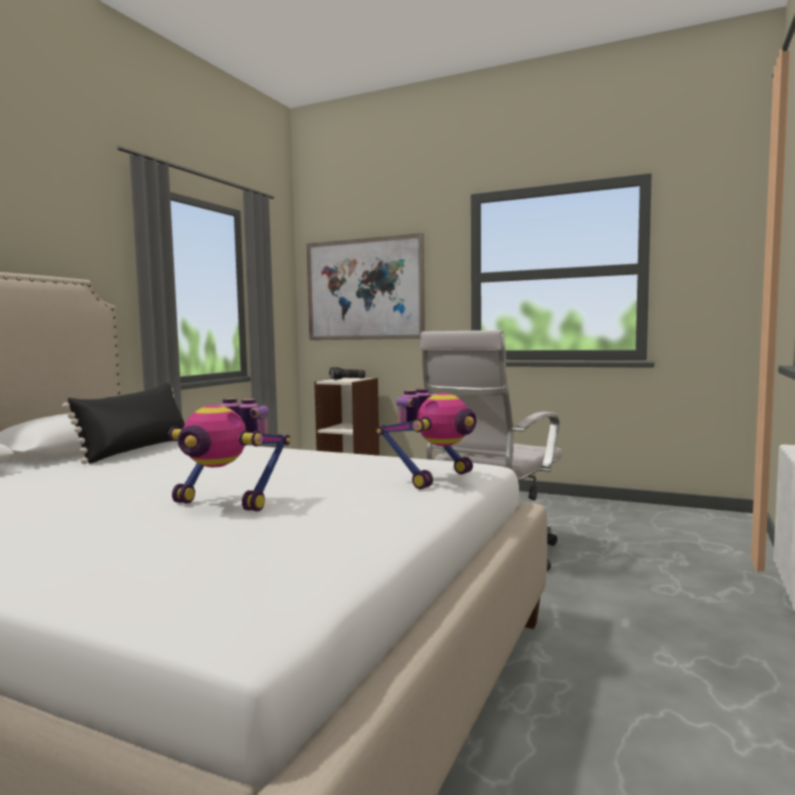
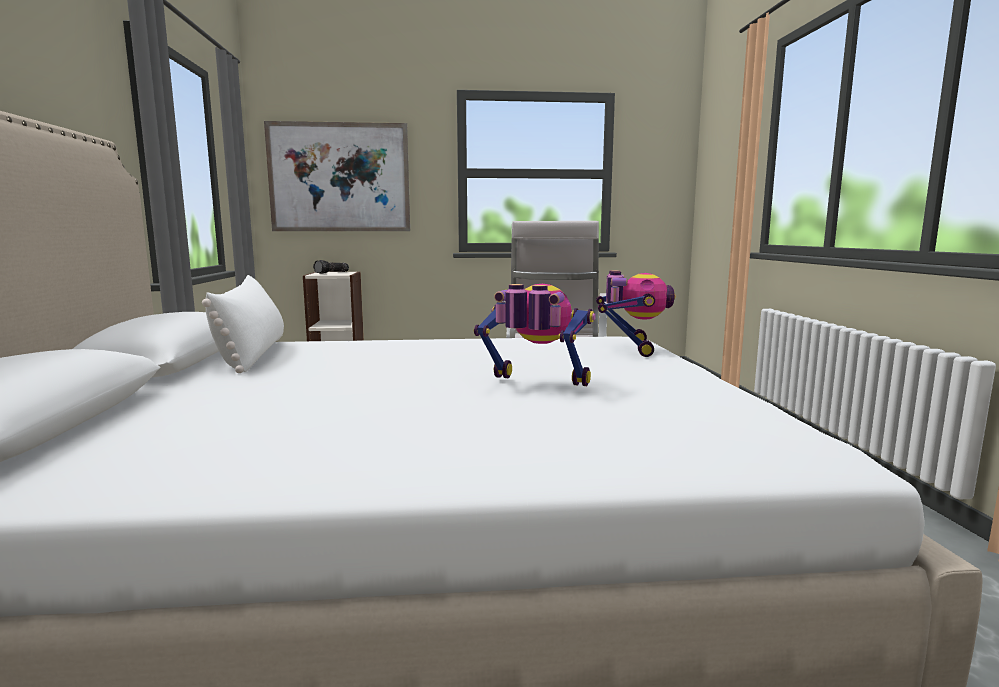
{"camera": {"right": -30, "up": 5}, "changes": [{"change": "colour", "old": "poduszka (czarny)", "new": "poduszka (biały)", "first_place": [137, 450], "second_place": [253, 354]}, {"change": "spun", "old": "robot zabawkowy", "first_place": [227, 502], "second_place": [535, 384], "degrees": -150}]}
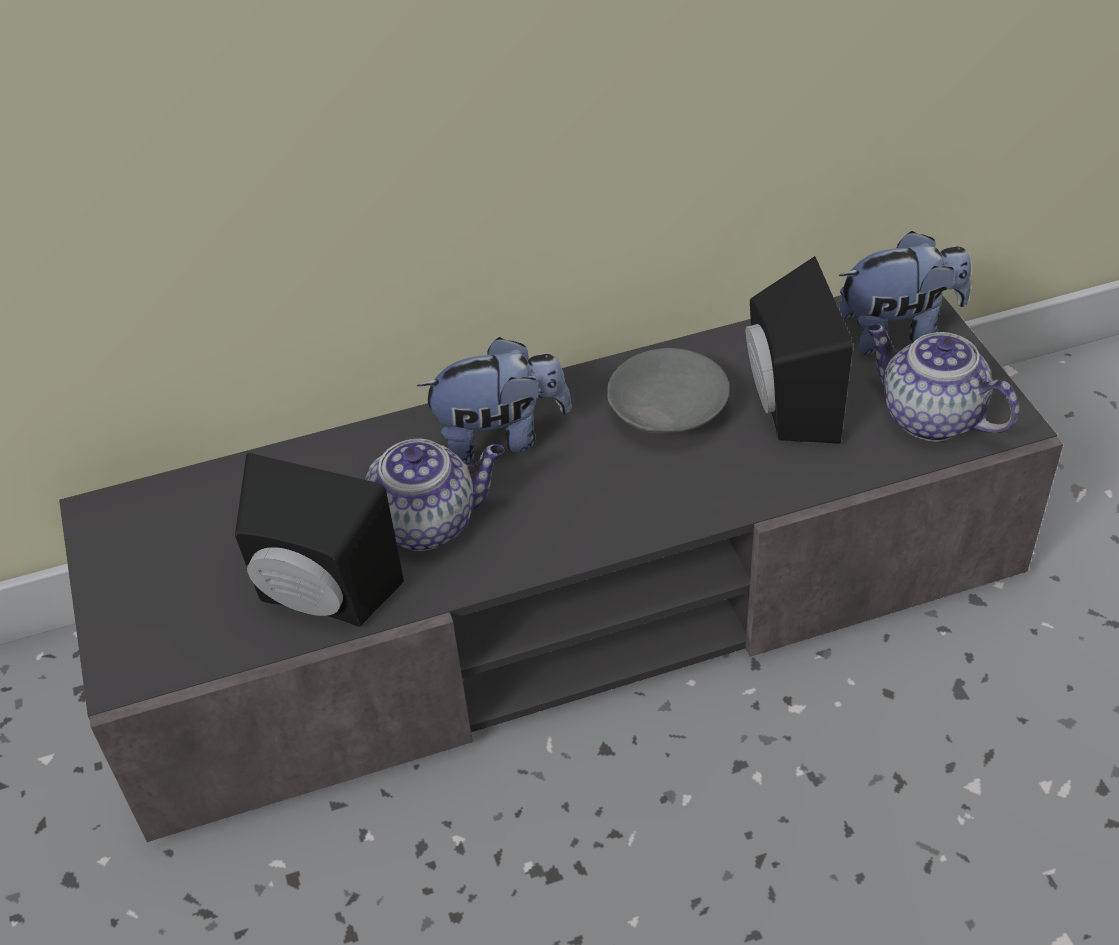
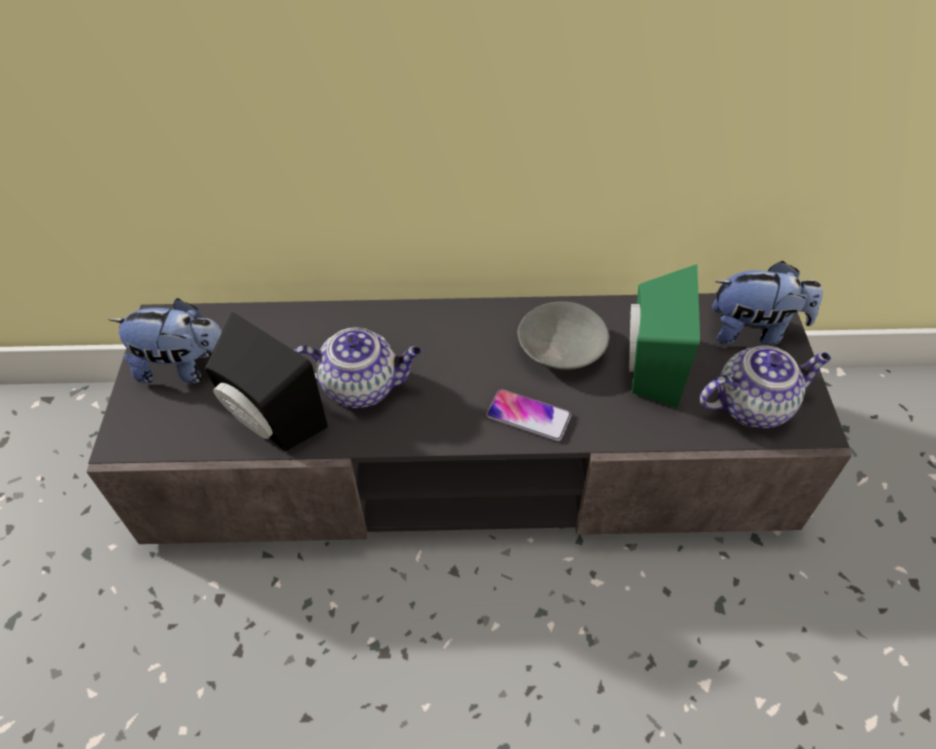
{"camera": {"right": 15, "up": 5}, "changes": [{"change": "relocated", "old": "pluszak", "first_place": [500, 438], "second_place": [185, 368]}, {"change": "appeared", "new": "telefon", "second_place": [528, 416]}, {"change": "colour", "old": "głośnik (czarny)", "new": "głośnik (zielony)", "first_place": [785, 405], "second_place": [647, 367]}, {"change": "spun", "old": "imbryk", "first_place": [929, 416], "second_place": [753, 405], "degrees": 105}]}
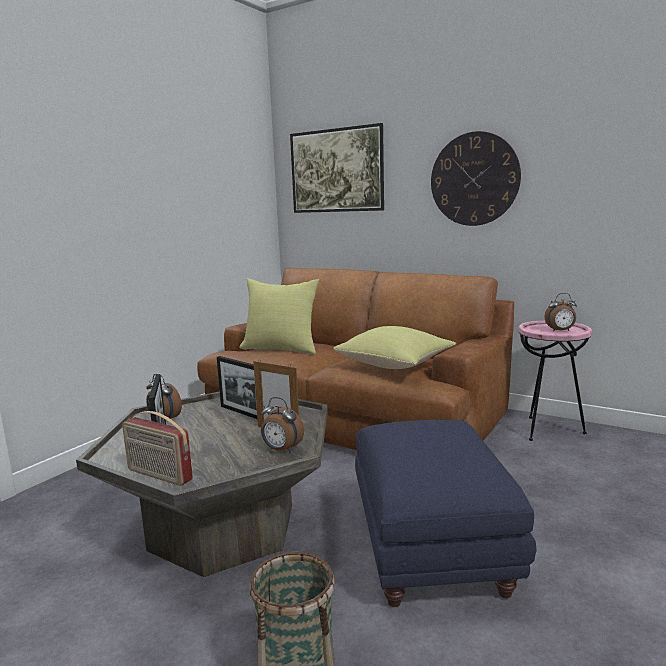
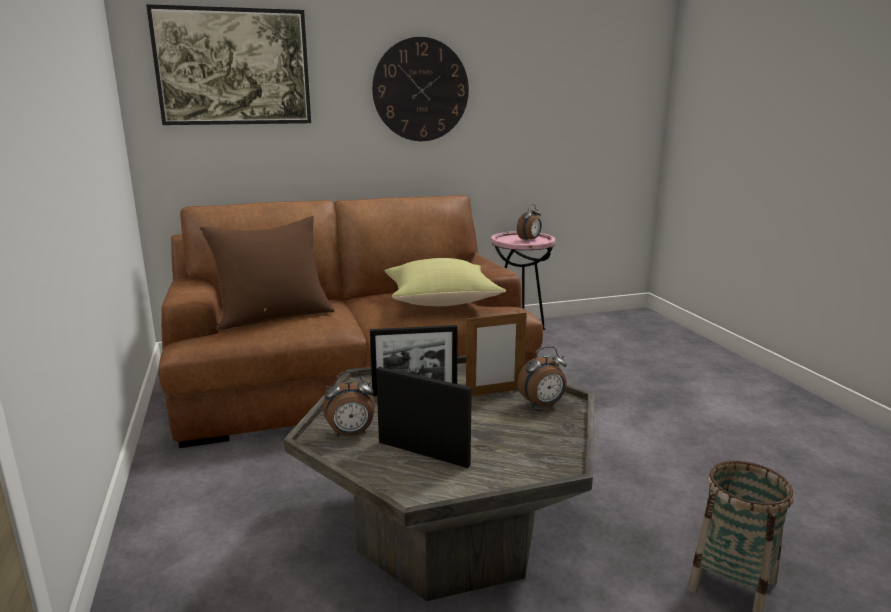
{"camera": {"right": -50, "up": 5}, "changes": [{"change": "colour", "old": "poduszka (żółty)", "new": "poduszka (brązowy)", "first_place": [281, 348], "second_place": [274, 316]}, {"change": "missing", "old": "radio", "first_place": [158, 475]}, {"change": "missing", "old": "pufa (niebieski)", "first_place": [432, 551]}]}
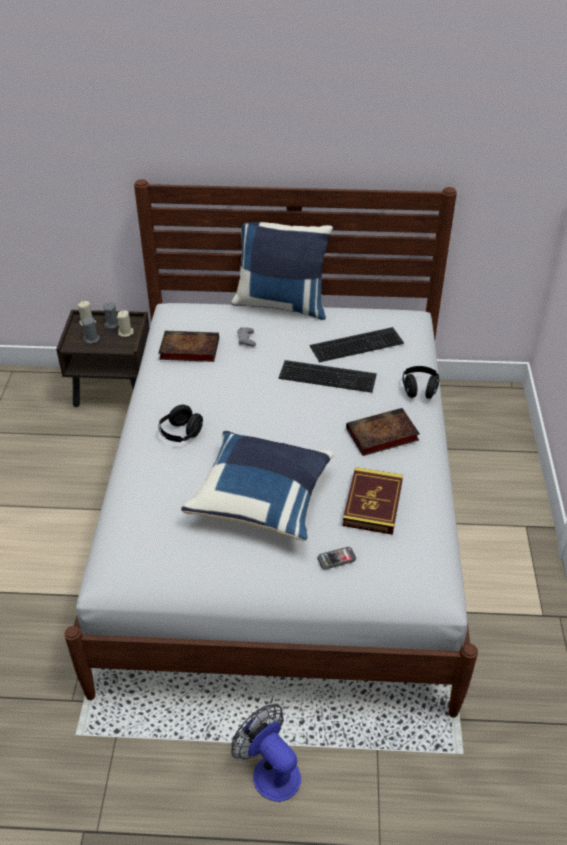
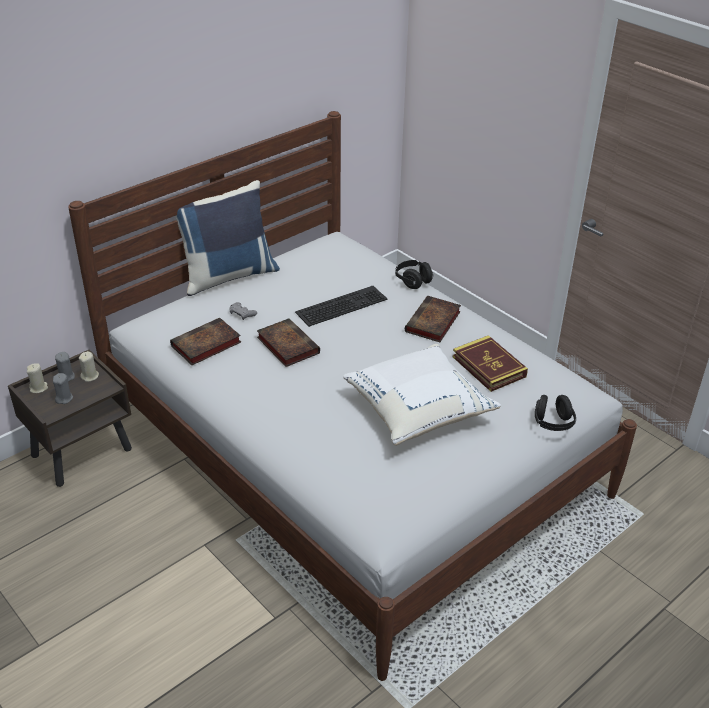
{"camera": {"right": -45, "up": -5}, "changes": [{"change": "appeared", "new": "książka", "second_place": [286, 345]}, {"change": "colour", "old": "poduszka (niebieski)", "new": "poduszka (biały)", "first_place": [262, 499], "second_place": [417, 410]}, {"change": "relocated", "old": "słuchawki (czarny)", "first_place": [181, 434], "second_place": [552, 423]}, {"change": "missing", "old": "wentylator", "first_place": [270, 770]}, {"change": "missing", "old": "klawiatura", "first_place": [357, 343]}, {"change": "missing", "old": "telefon", "first_place": [336, 559]}]}
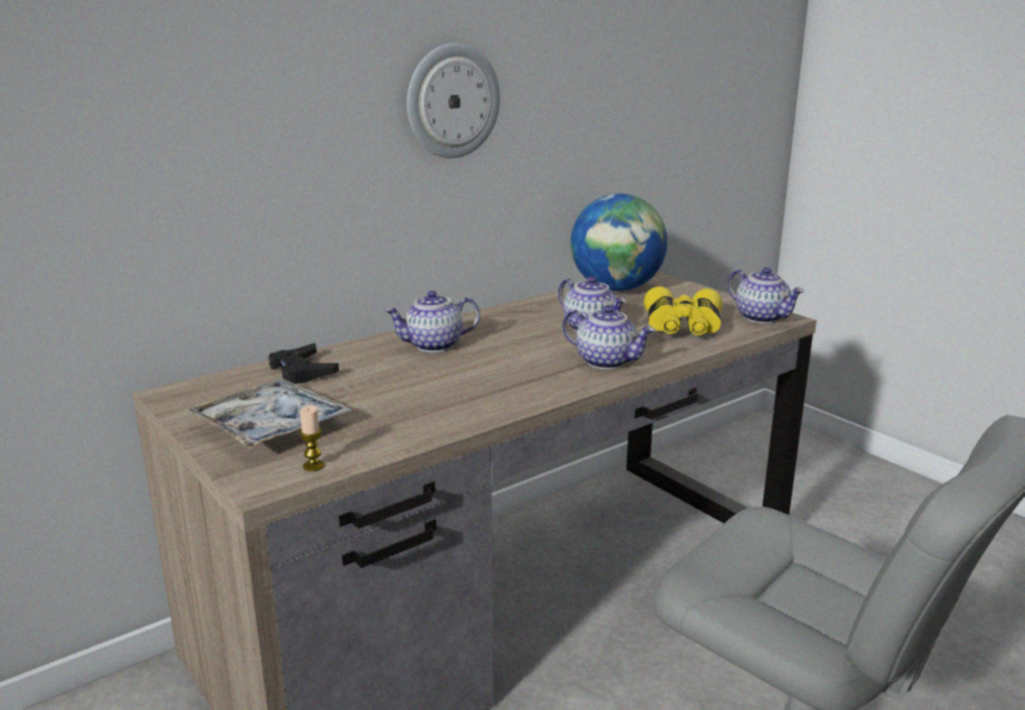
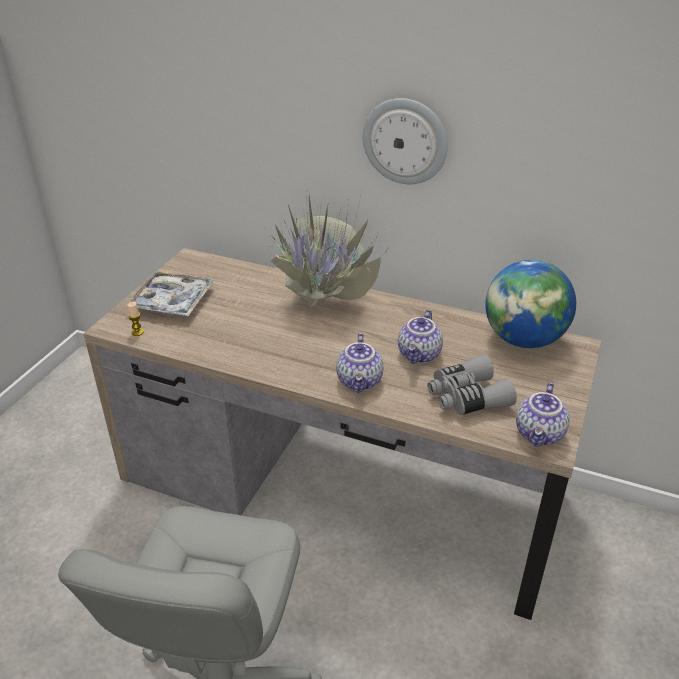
{"camera": {"right": 60, "up": 15}, "changes": [{"change": "exchanged", "old": "imbryk", "new": "roślina doniczkowa", "first_place": [434, 346], "second_place": [323, 305]}, {"change": "colour", "old": "lornetka (żółty)", "new": "lornetka (szary)", "first_place": [682, 328], "second_place": [466, 397]}, {"change": "missing", "old": "pad do gier (czarny)", "first_place": [302, 371]}]}
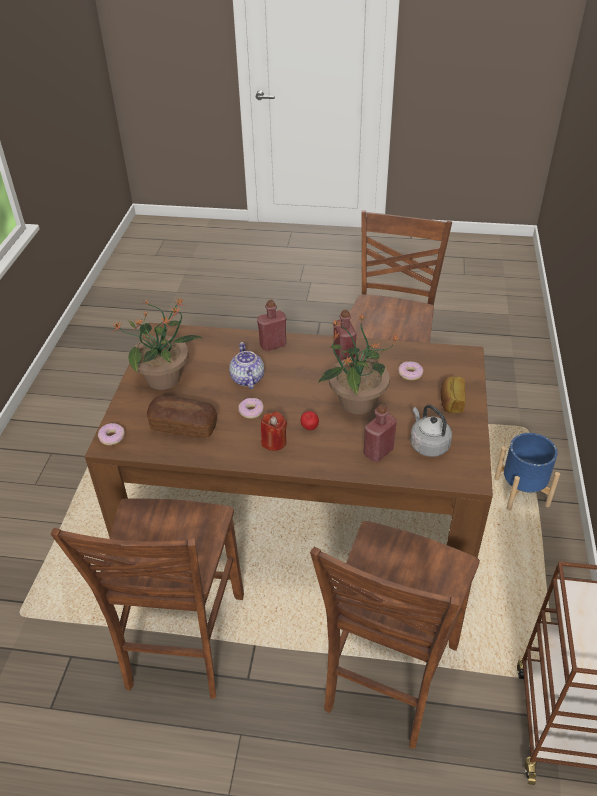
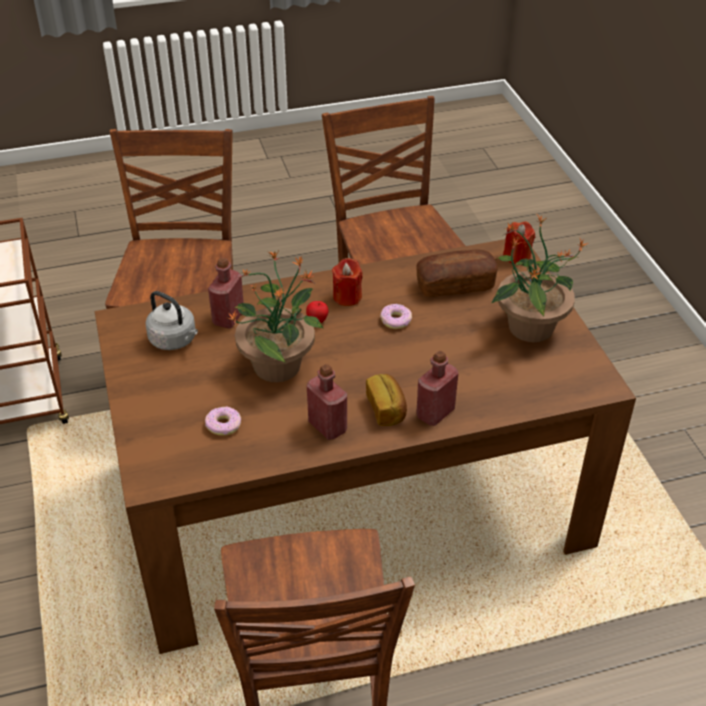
{"camera": {"right": 155, "up": 0}, "changes": [{"change": "relocated", "old": "chleb", "first_place": [451, 402], "second_place": [387, 409]}, {"change": "exchanged", "old": "donut", "new": "świeca (czerwony)", "first_place": [112, 437], "second_place": [517, 256]}, {"change": "missing", "old": "imbryk", "first_place": [247, 379]}, {"change": "missing", "old": "donica (niebieski)", "first_place": [521, 492]}]}
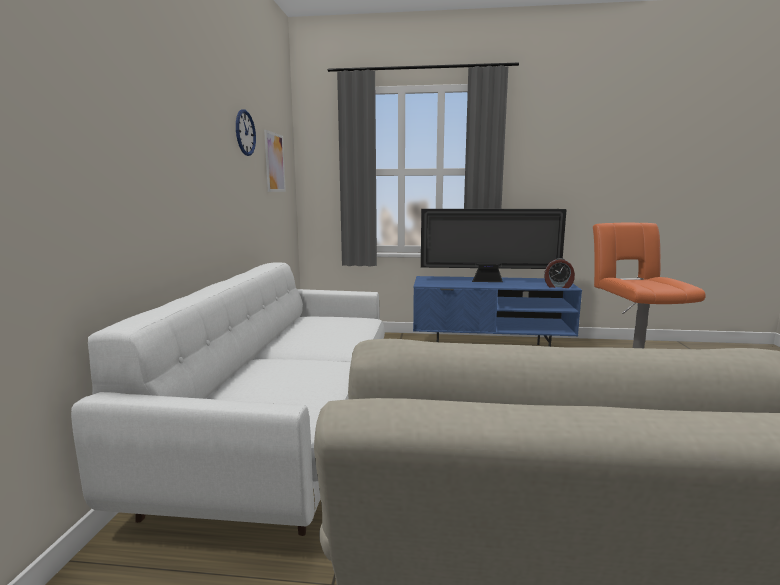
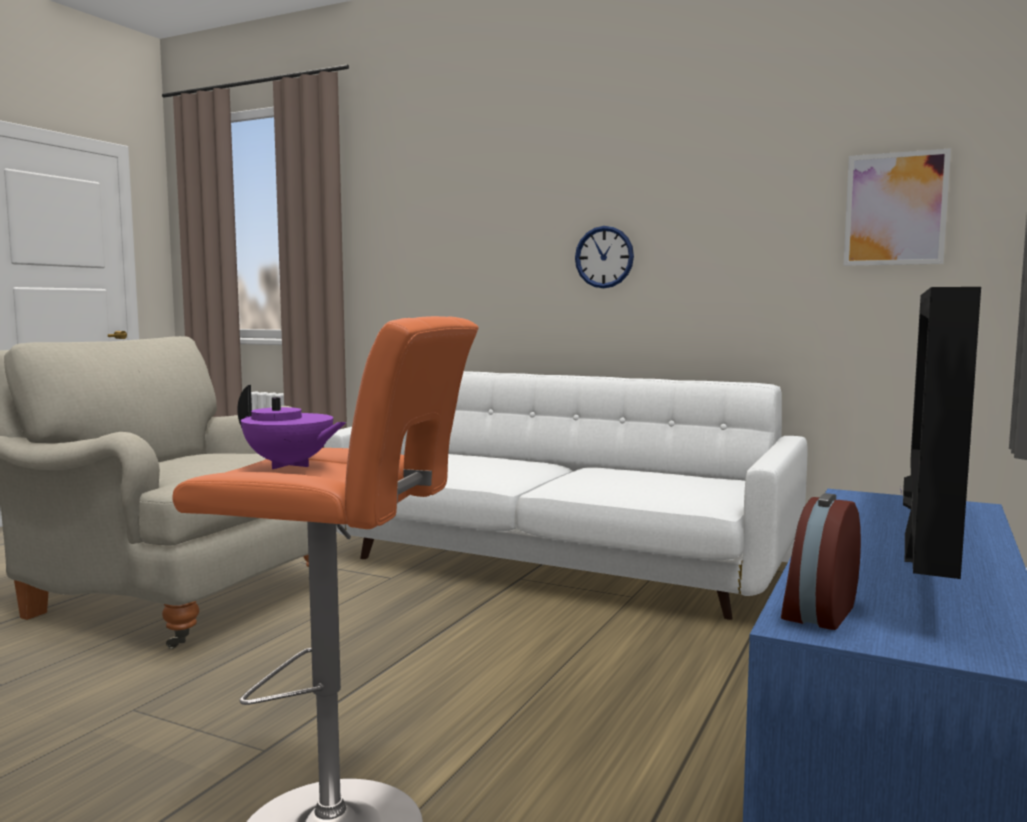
{"camera": {"right": 110, "up": -5}, "changes": [{"change": "appeared", "new": "imbryk (fioletowy)", "second_place": [289, 465]}, {"change": "relocated", "old": "zegar ścienny", "first_place": [245, 133], "second_place": [604, 257]}]}
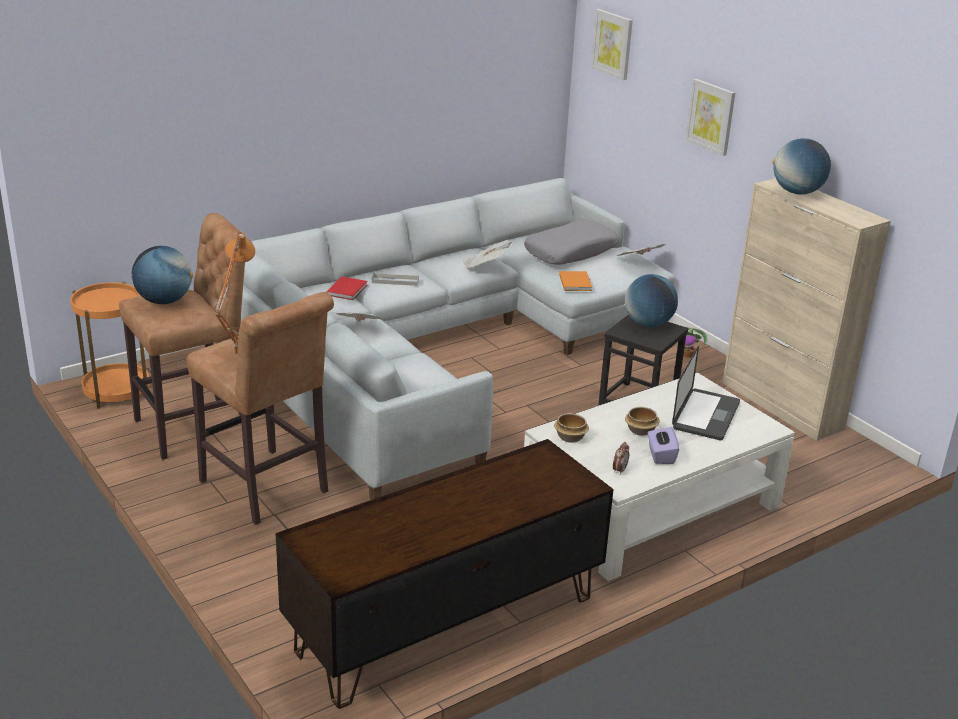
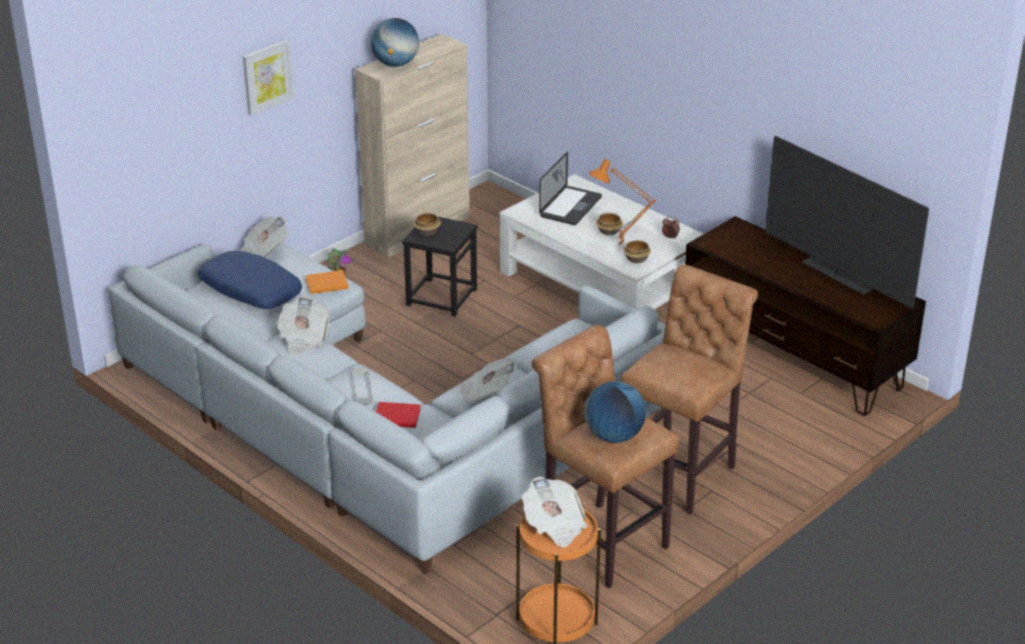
{"camera": {"right": -100, "up": 5}, "changes": [{"change": "colour", "old": "poduszka (szary)", "new": "poduszka (niebieski)", "first_place": [570, 252], "second_place": [250, 290]}, {"change": "exchanged", "old": "globus", "new": "miska", "first_place": [648, 324], "second_place": [428, 232]}, {"change": "appeared", "new": "gazeta", "second_place": [554, 525]}, {"change": "spun", "old": "laptop", "first_place": [706, 415], "second_place": [570, 207], "degrees": 105}, {"change": "relocated", "old": "lampa stołowa (pomarańczowy)", "first_place": [234, 355], "second_place": [620, 247]}, {"change": "appeared", "new": "telewizor", "second_place": [837, 276]}, {"change": "missing", "old": "obraz", "first_place": [613, 44]}, {"change": "missing", "old": "pudełko chusteczek (fioletowy)", "first_place": [660, 455]}]}
